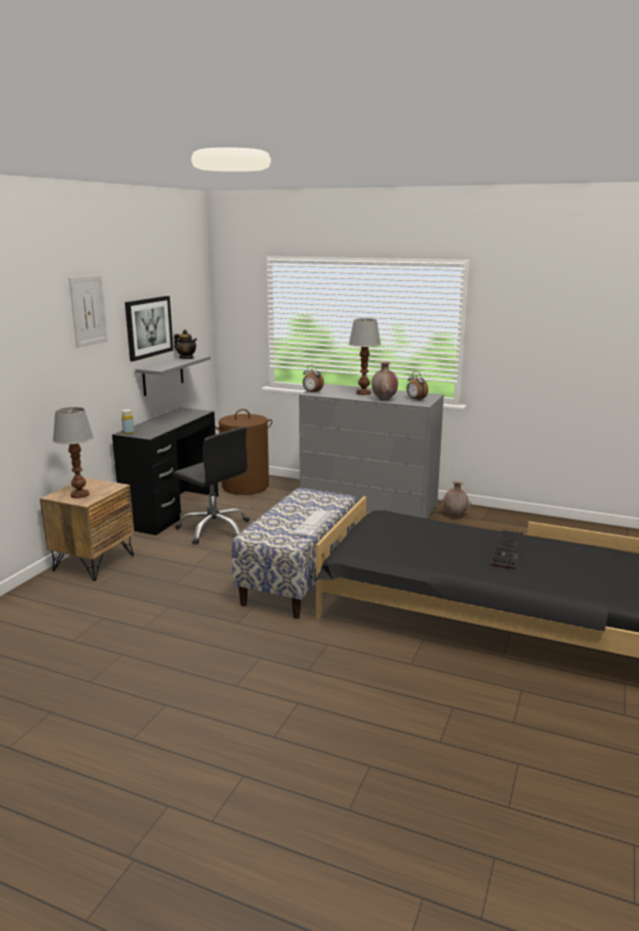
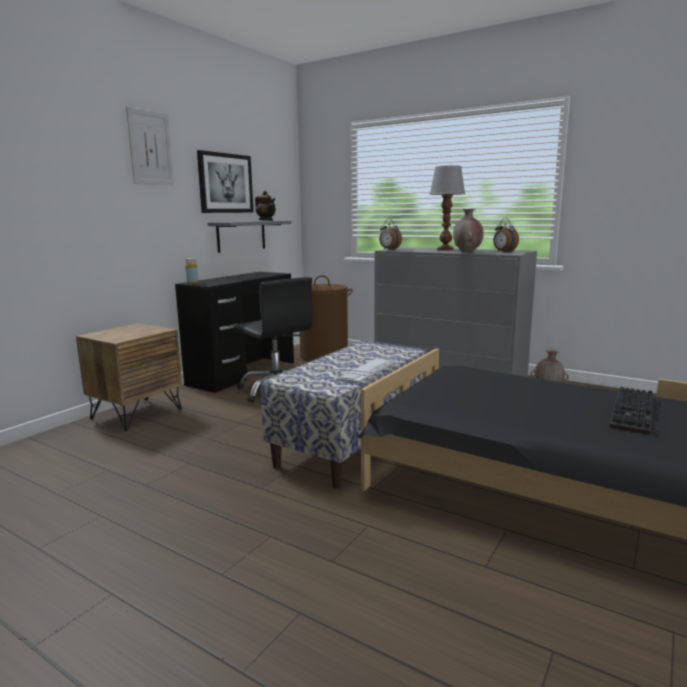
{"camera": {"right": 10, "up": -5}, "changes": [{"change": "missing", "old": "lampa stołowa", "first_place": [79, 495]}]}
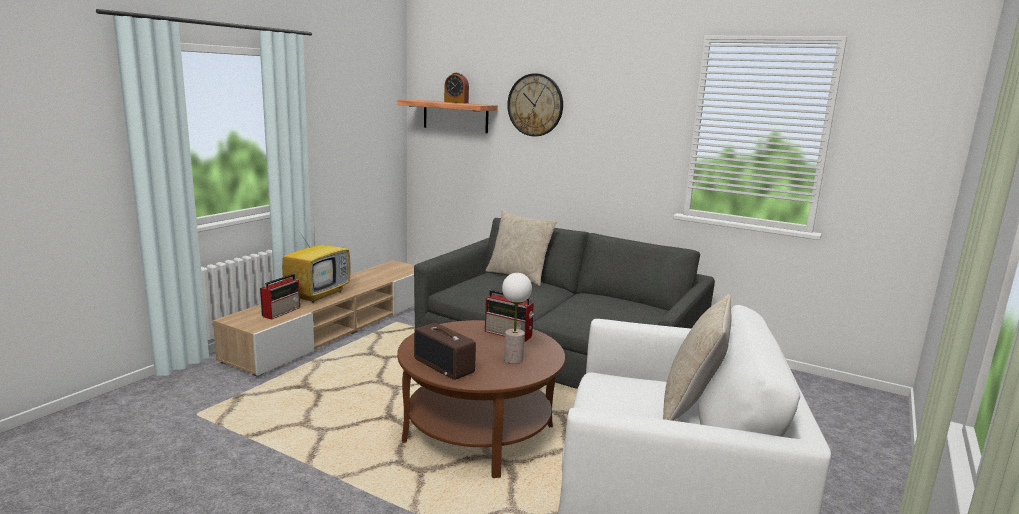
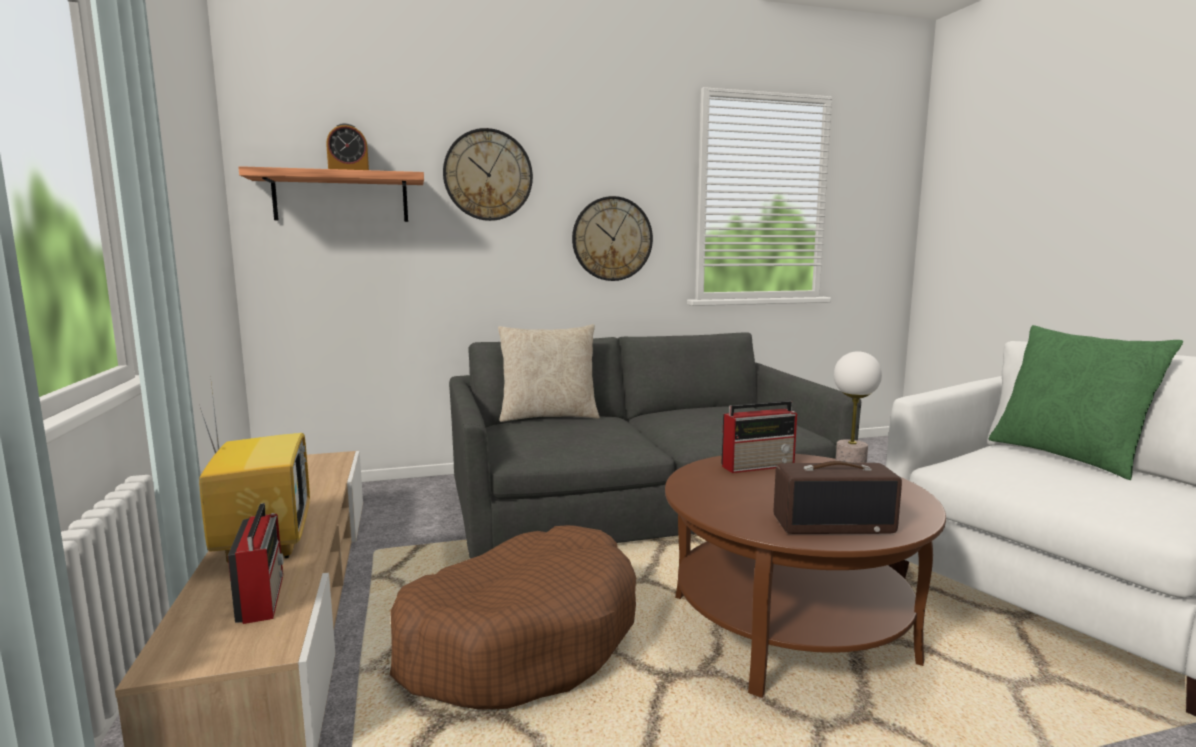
{"camera": {"right": -45, "up": -5}, "changes": [{"change": "appeared", "new": "legowisko (brązowy)", "second_place": [520, 639]}, {"change": "appeared", "new": "zegar ścienny", "second_place": [612, 239]}, {"change": "colour", "old": "poduszka (beżowy)", "new": "poduszka (zielony)", "first_place": [691, 406], "second_place": [1067, 456]}]}
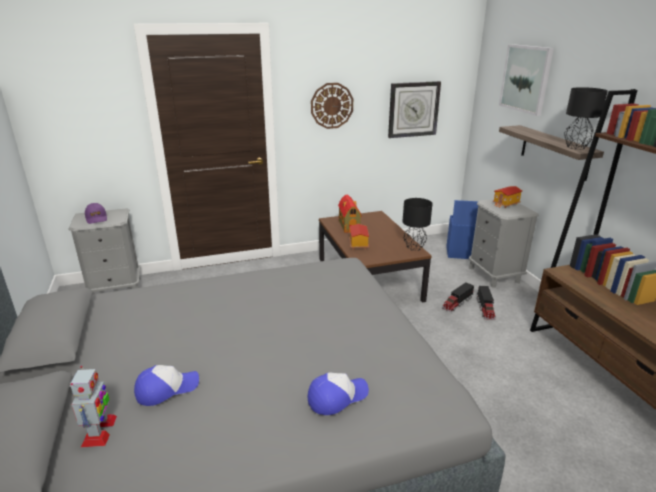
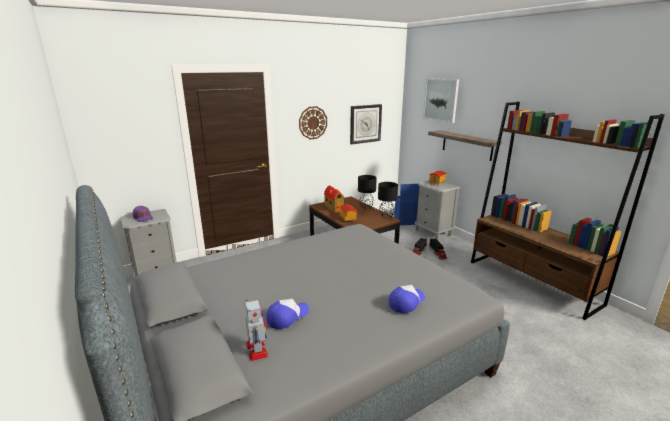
{"camera": {"right": -15, "up": -5}, "changes": [{"change": "relocated", "old": "lampa stołowa (czarny)", "first_place": [575, 147], "second_place": [366, 207]}]}
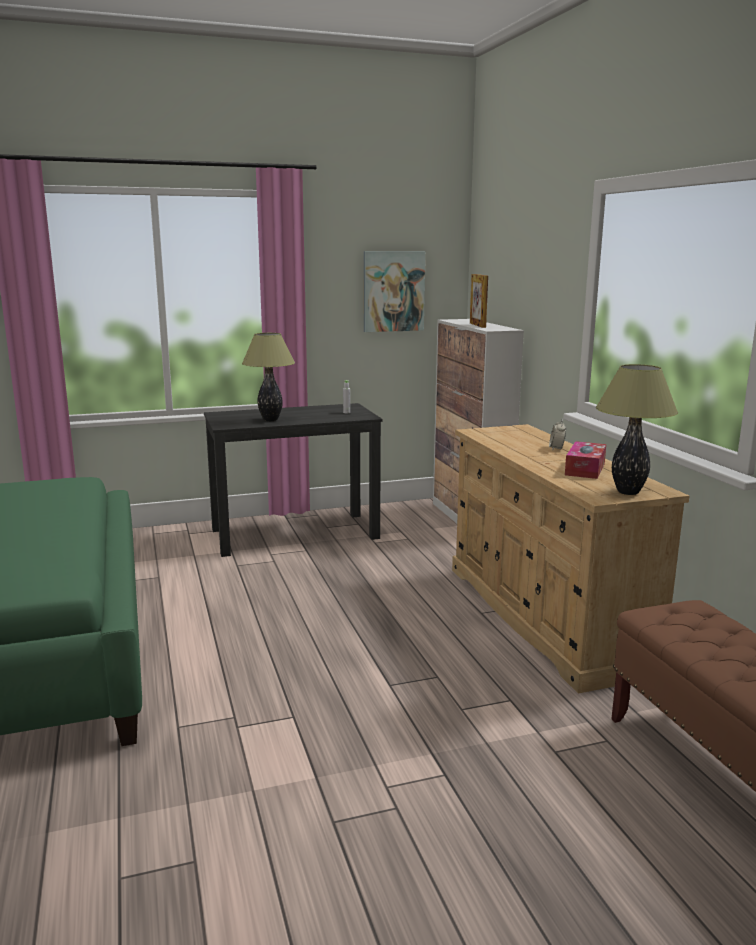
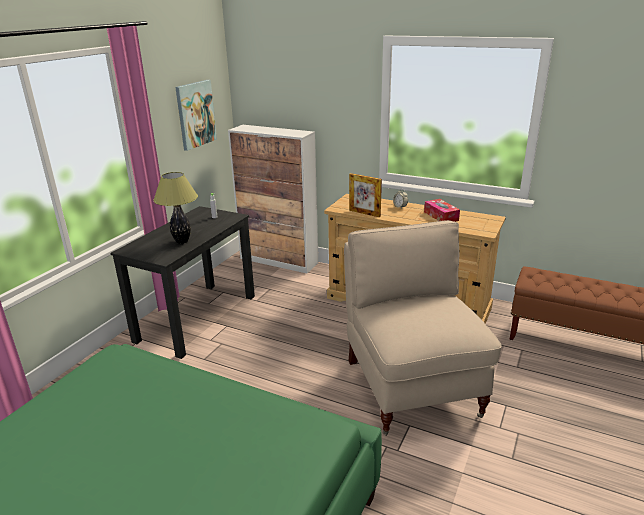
{"camera": {"right": -45, "up": 10}, "changes": [{"change": "appeared", "new": "krzesło (beżowy)", "second_place": [411, 386]}, {"change": "relocated", "old": "ramka na zdjęcie", "first_place": [477, 325], "second_place": [364, 213]}, {"change": "missing", "old": "lampa stołowa", "first_place": [627, 492]}]}
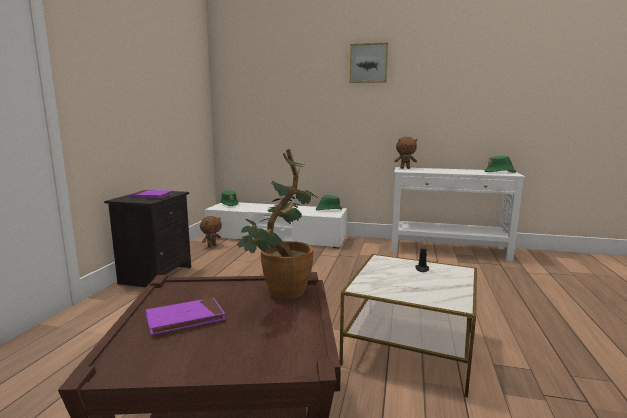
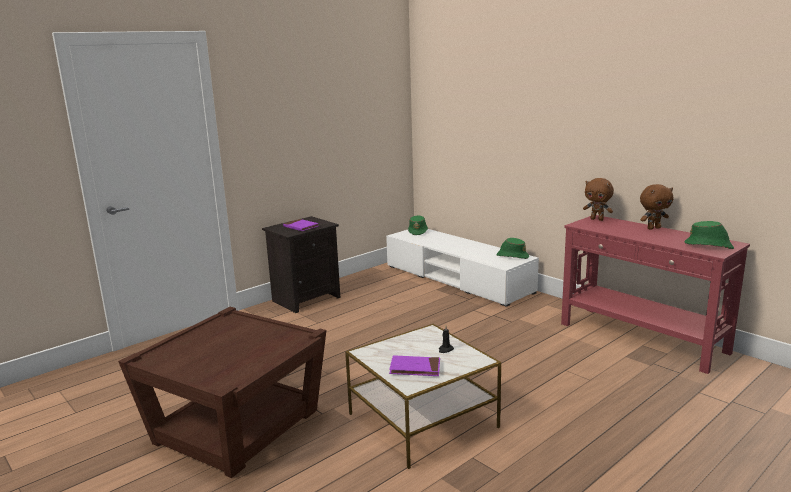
{"camera": {"right": 35, "up": 5}, "changes": [{"change": "relocated", "old": "książka (fioletowy)", "first_place": [185, 319], "second_place": [415, 368]}, {"change": "colour", "old": "stolik konsolowy (biały)", "new": "stolik konsolowy (czerwony)", "first_place": [448, 250], "second_place": [642, 338]}, {"change": "relocated", "old": "pluszak (brązowy)", "first_place": [211, 246], "second_place": [653, 228]}, {"change": "missing", "old": "roślina doniczkowa", "first_place": [280, 294]}, {"change": "missing", "old": "obraz", "first_place": [368, 63]}]}
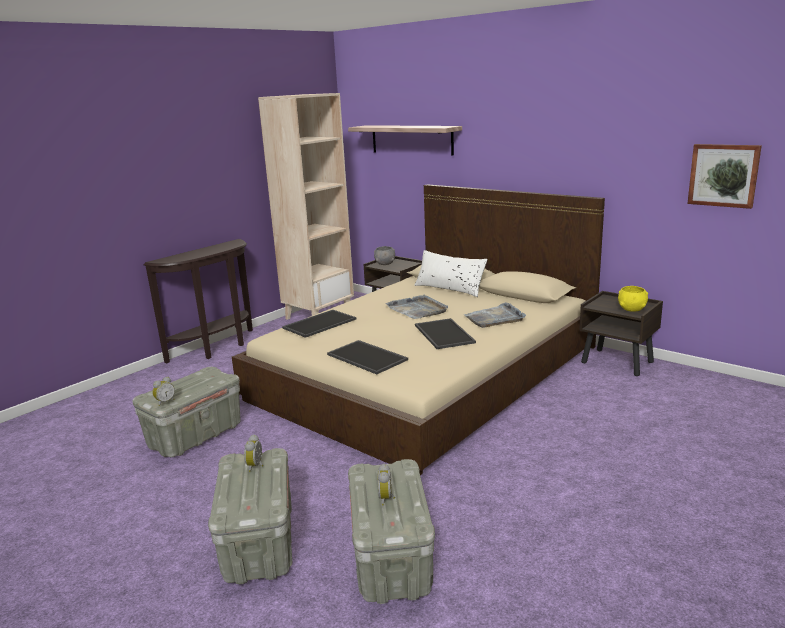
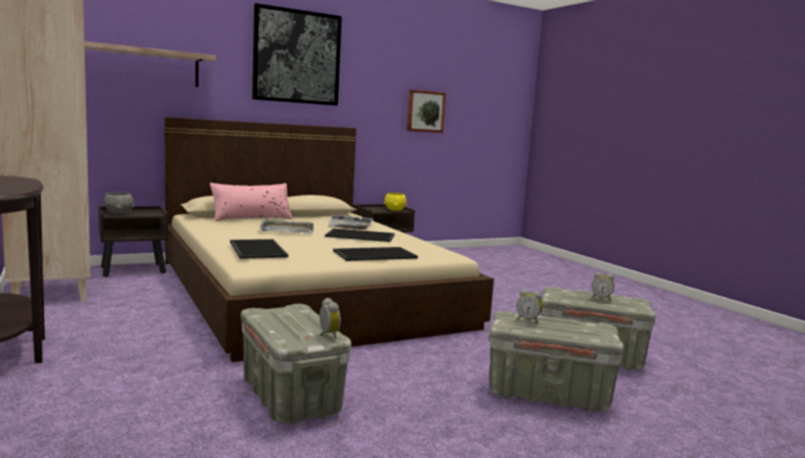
{"camera": {"right": -70, "up": -10}, "changes": [{"change": "colour", "old": "poduszka (biały)", "new": "poduszka (różowy)", "first_place": [450, 288], "second_place": [251, 218]}, {"change": "appeared", "new": "obraz", "second_place": [297, 57]}]}
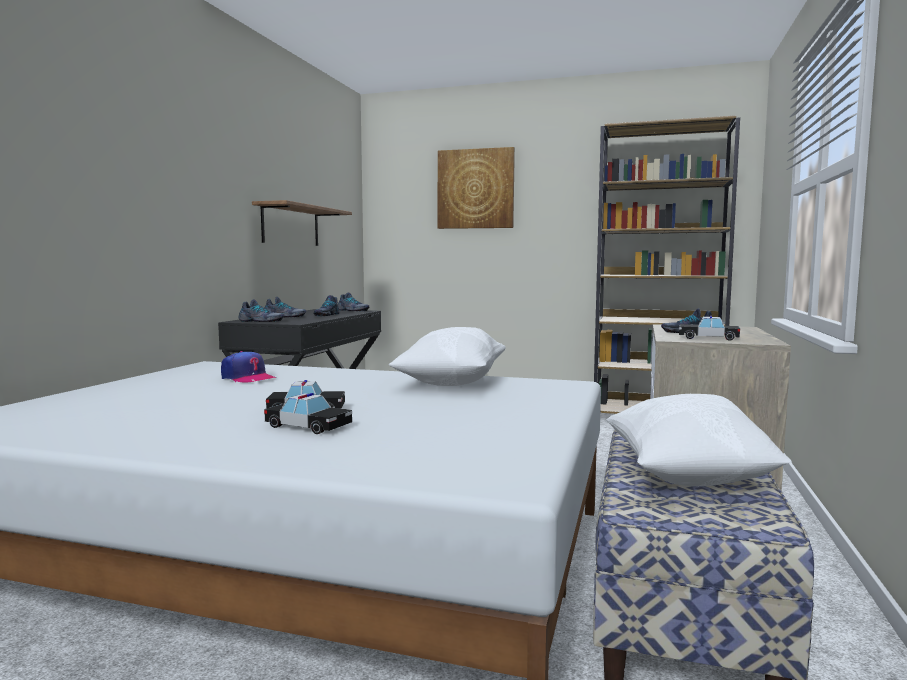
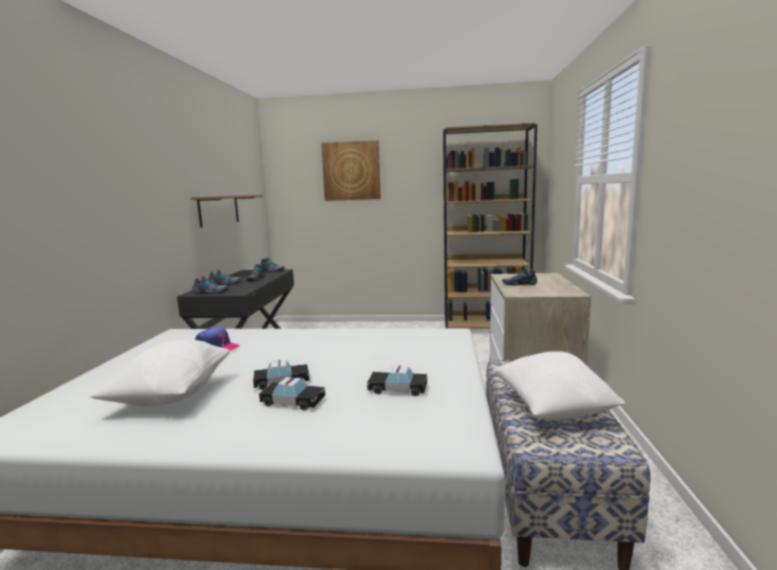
{"camera": {"right": -10, "up": 5}, "changes": [{"change": "relocated", "old": "poduszka (biały)", "first_place": [451, 383], "second_place": [171, 395]}, {"change": "relocated", "old": "samochodzik", "first_place": [708, 338], "second_place": [397, 389]}]}
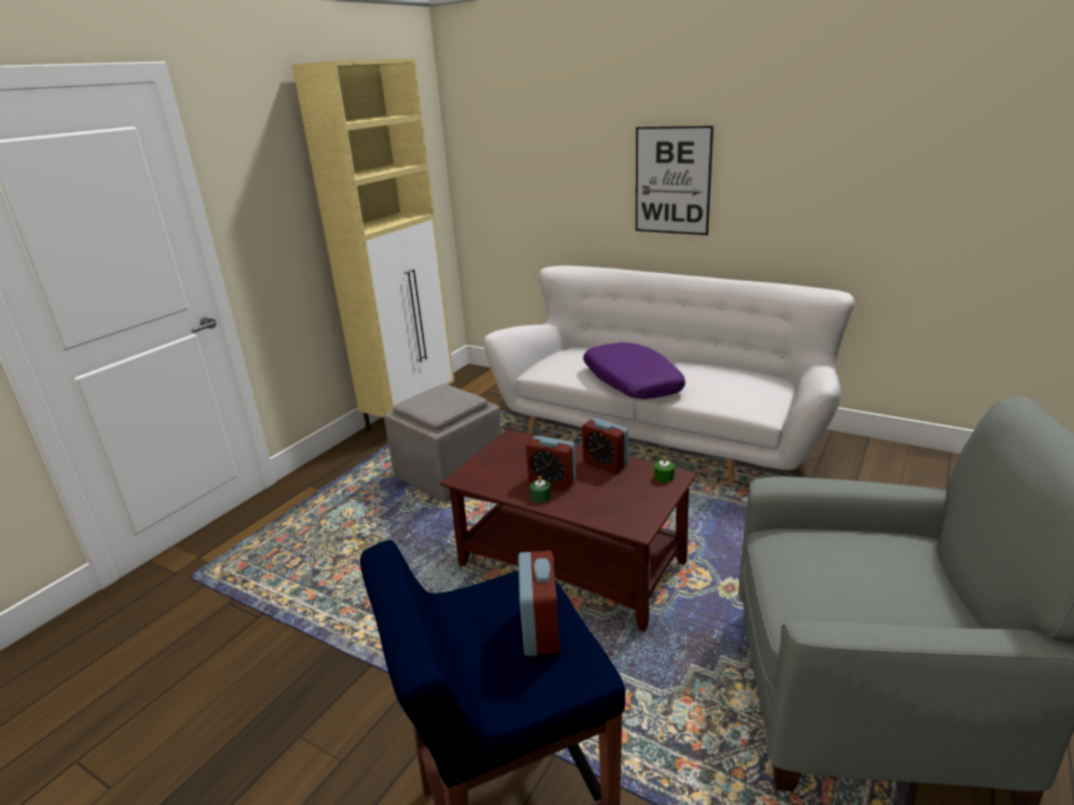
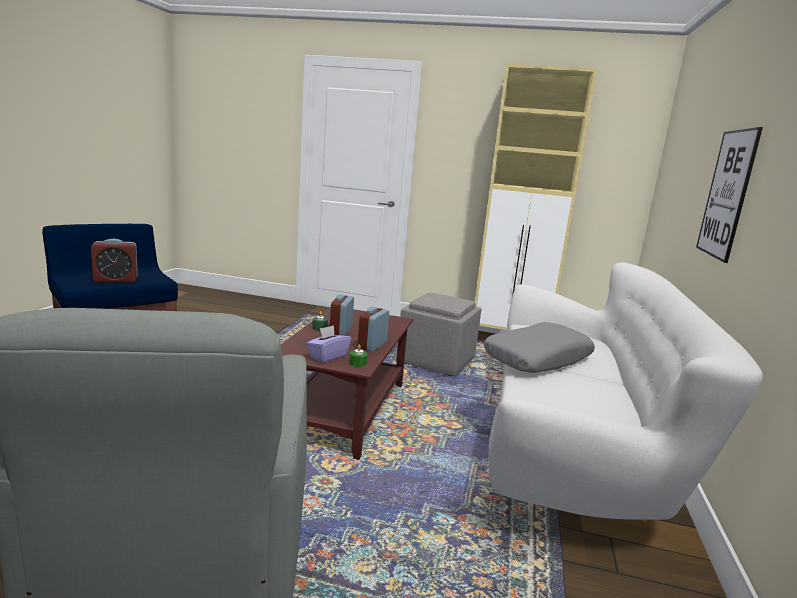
{"camera": {"right": 70, "up": -10}, "changes": [{"change": "appeared", "new": "pudełko chusteczek (fioletowy)", "second_place": [327, 356]}, {"change": "colour", "old": "poduszka (fioletowy)", "new": "poduszka (szary)", "first_place": [631, 382], "second_place": [537, 358]}]}
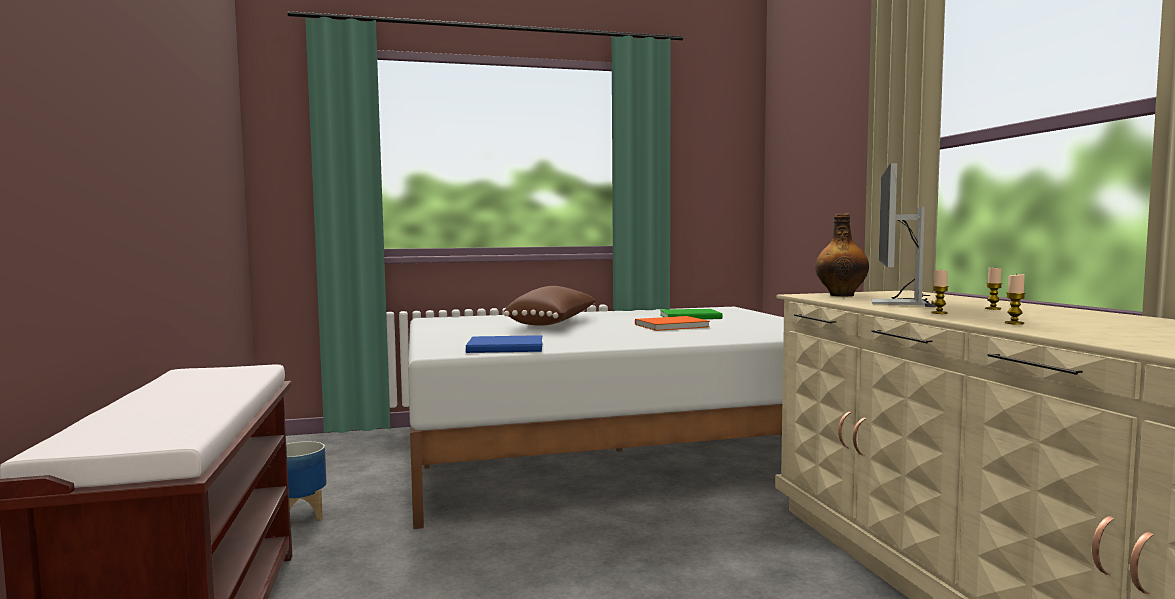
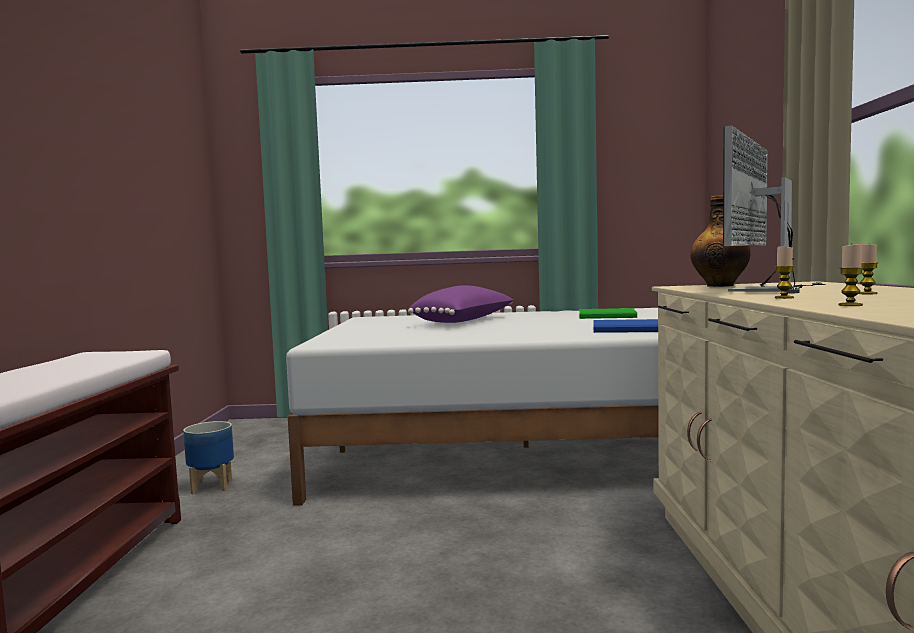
{"camera": {"right": 15, "up": 0}, "changes": [{"change": "colour", "old": "poduszka (brązowy)", "new": "poduszka (fioletowy)", "first_place": [554, 323], "second_place": [465, 321]}, {"change": "relocated", "old": "książka (niebieski)", "first_place": [508, 347], "second_place": [629, 329]}, {"change": "missing", "old": "książka (pomarańczowy)", "first_place": [669, 326]}]}
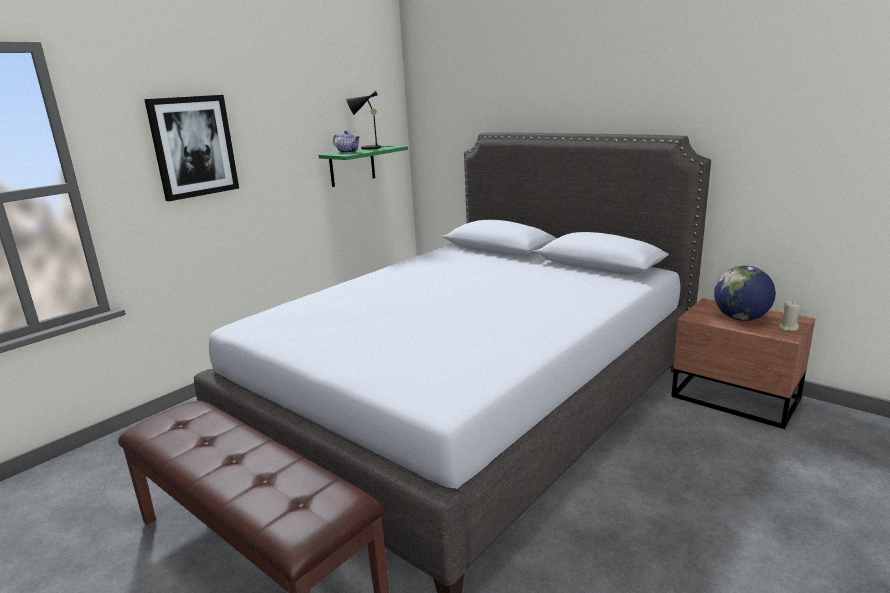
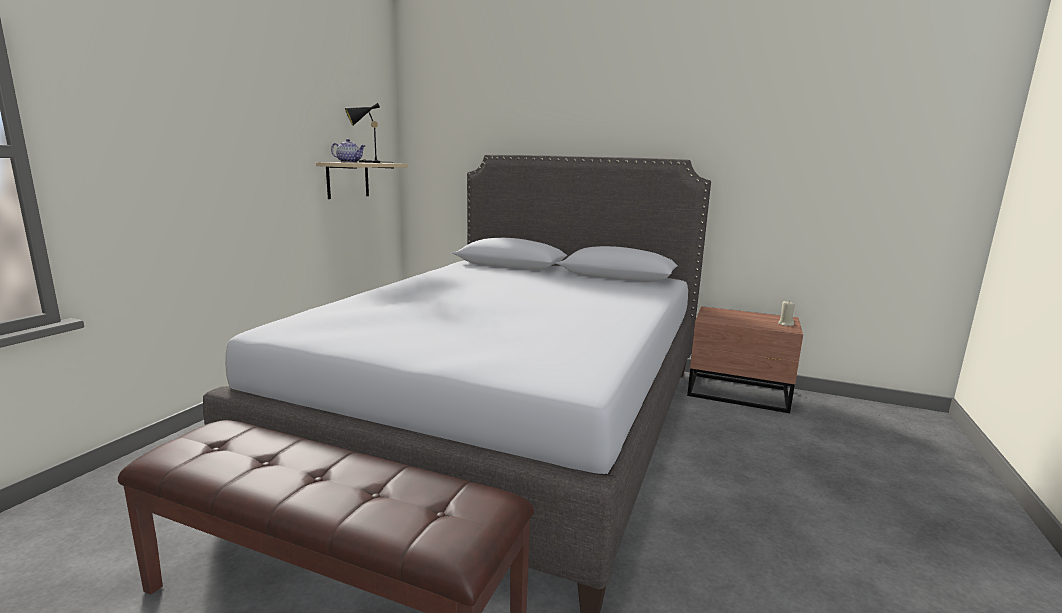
{"camera": {"right": -20, "up": -5}, "changes": [{"change": "colour", "old": "półka (zielony)", "new": "półka (beżowy)", "first_place": [352, 166], "second_place": [347, 180]}, {"change": "missing", "old": "obraz", "first_place": [193, 146]}, {"change": "missing", "old": "globus", "first_place": [741, 318]}]}
